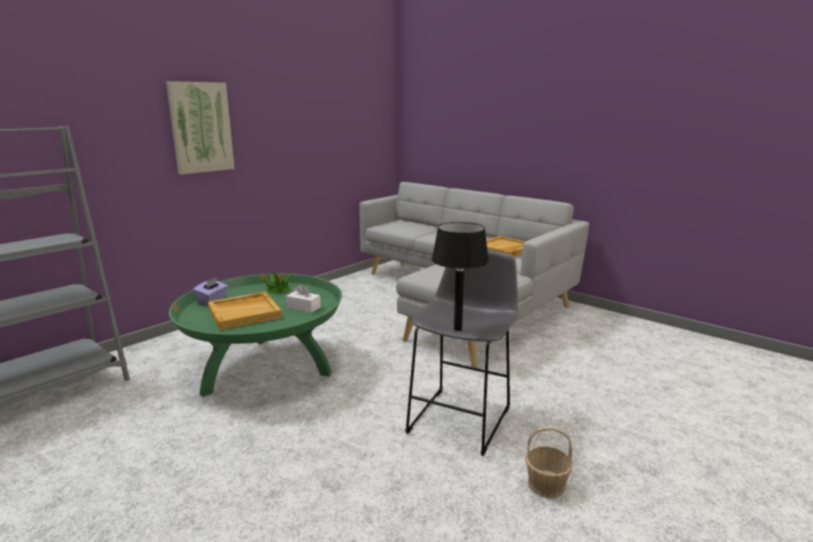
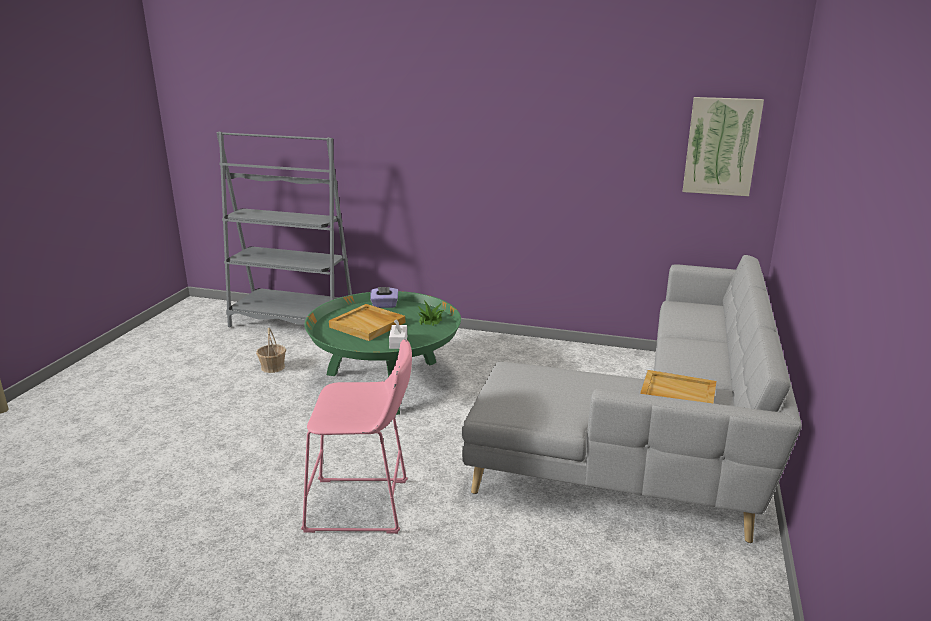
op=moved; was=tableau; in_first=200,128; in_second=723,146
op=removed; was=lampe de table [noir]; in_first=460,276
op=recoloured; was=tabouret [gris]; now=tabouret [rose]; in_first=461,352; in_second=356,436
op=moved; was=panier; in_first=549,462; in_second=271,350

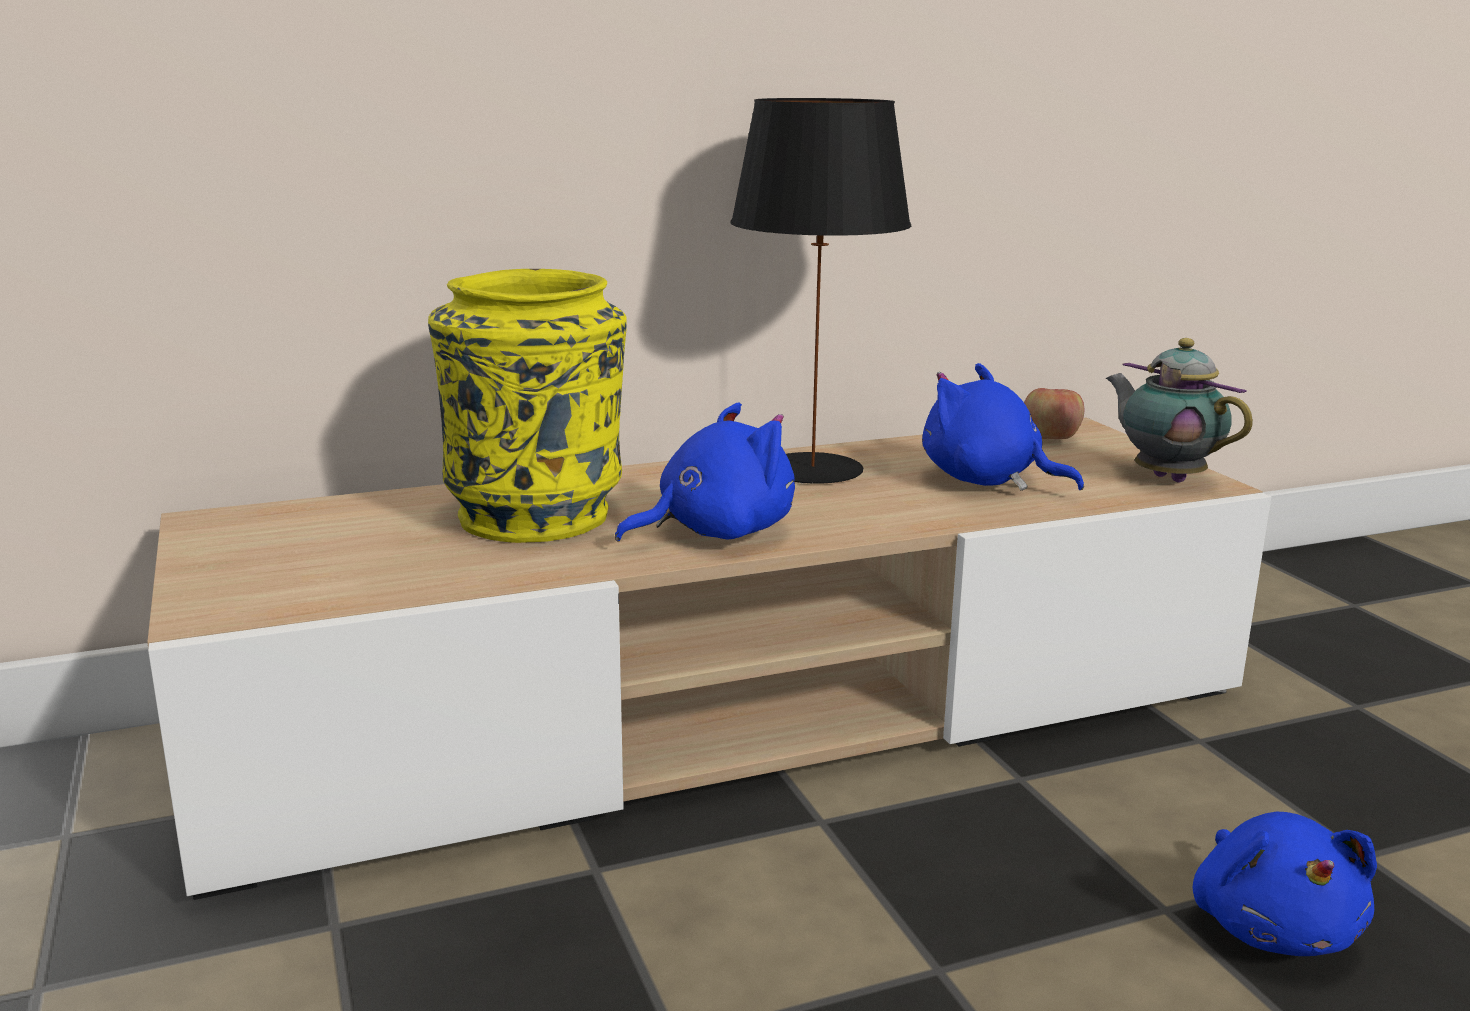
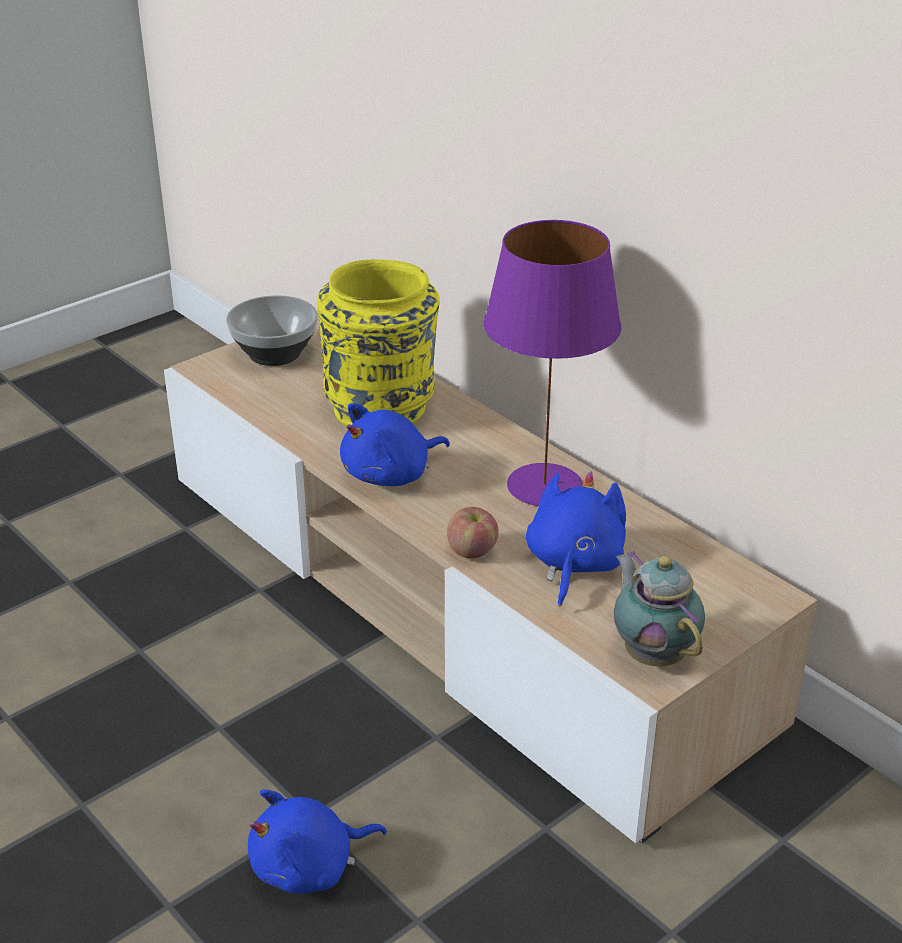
op=recoloured; was=lampe de table [noir]; now=lampe de table [violet]; in_first=820,291; in_second=552,363
op=turned; was=théière; in_first=1179,410; in_second=659,608; clockwise=-60
op=moved; was=pomme; in_first=1054,413; in_second=473,532
op=turned; was=peluche [bleu]; in_first=705,472; in_second=395,444; clockwise=105
op=added; now=bol; in_second=272,330

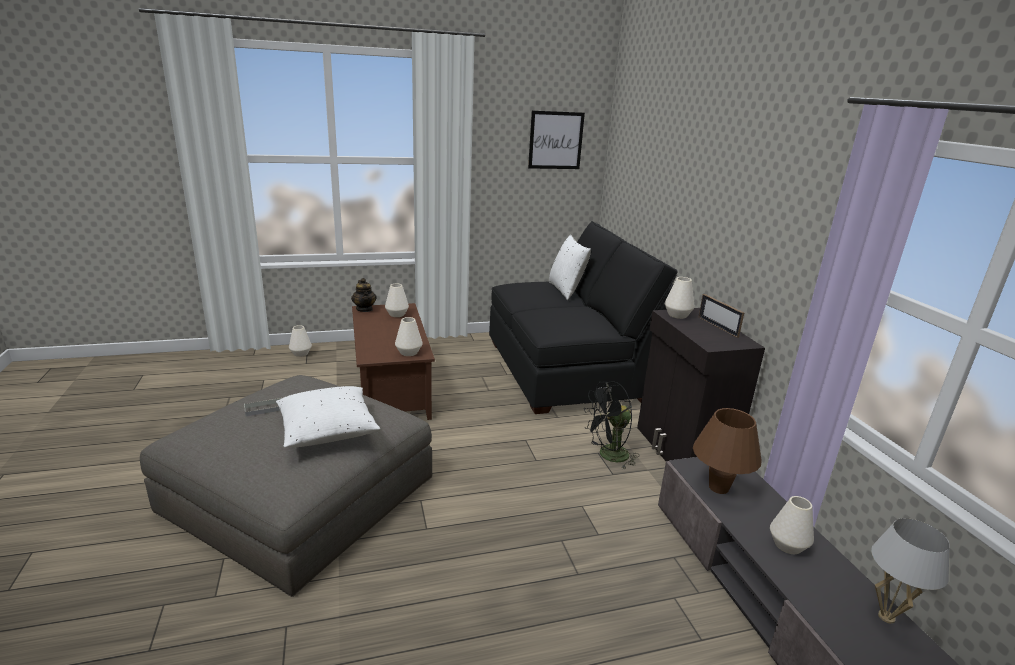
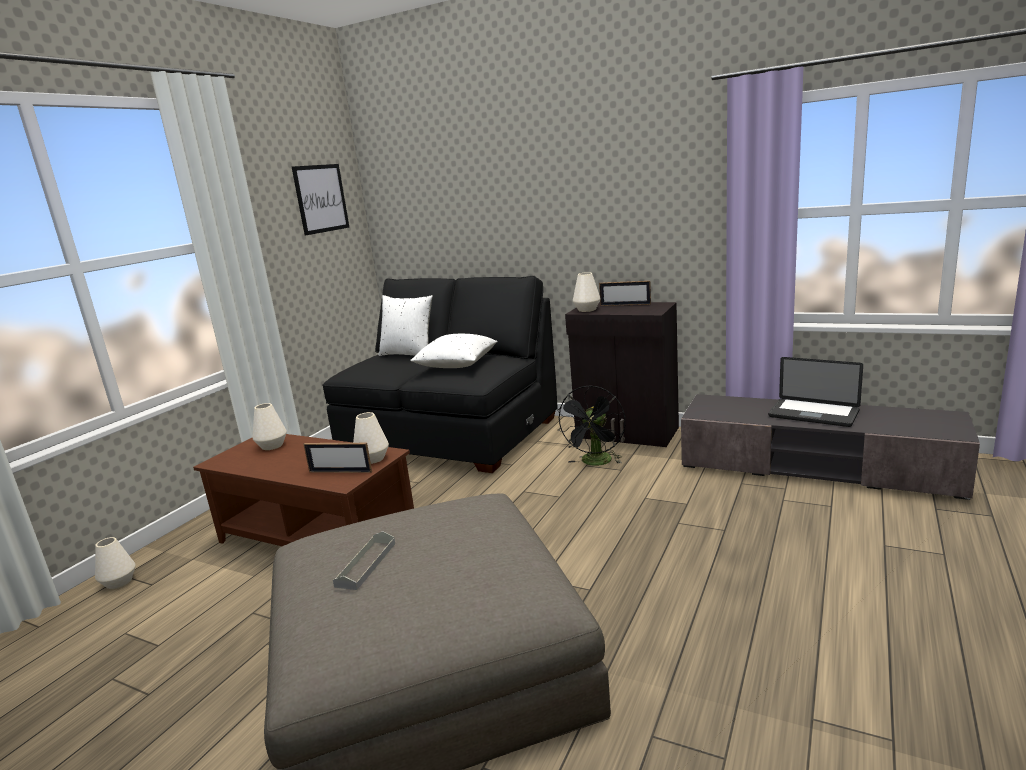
op=removed; was=théière; in_first=364,295
op=moved; was=coussin [blanc]; in_first=328,417; in_second=454,351
op=removed; was=lampe de table [marron]; in_first=727,451
op=replaced; was=vase [blanc]; now=ordinateur portable; in_first=792,525; in_second=815,392
op=removed; was=lampe de table [blanc]; in_first=910,571
op=added; now=cadre photo; in_second=337,458

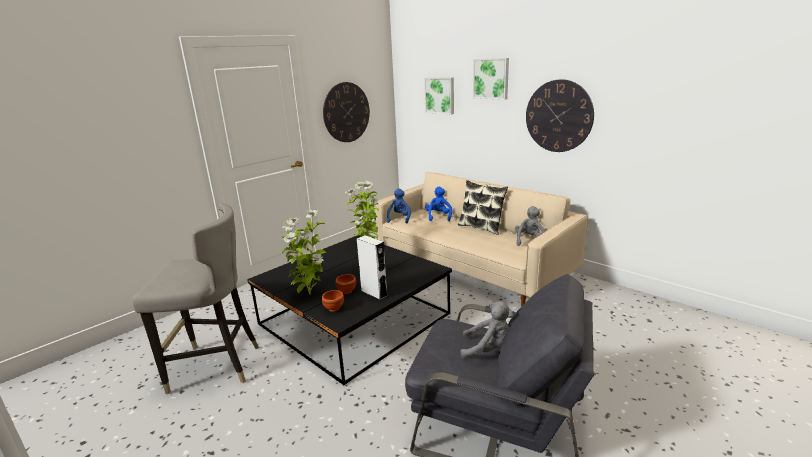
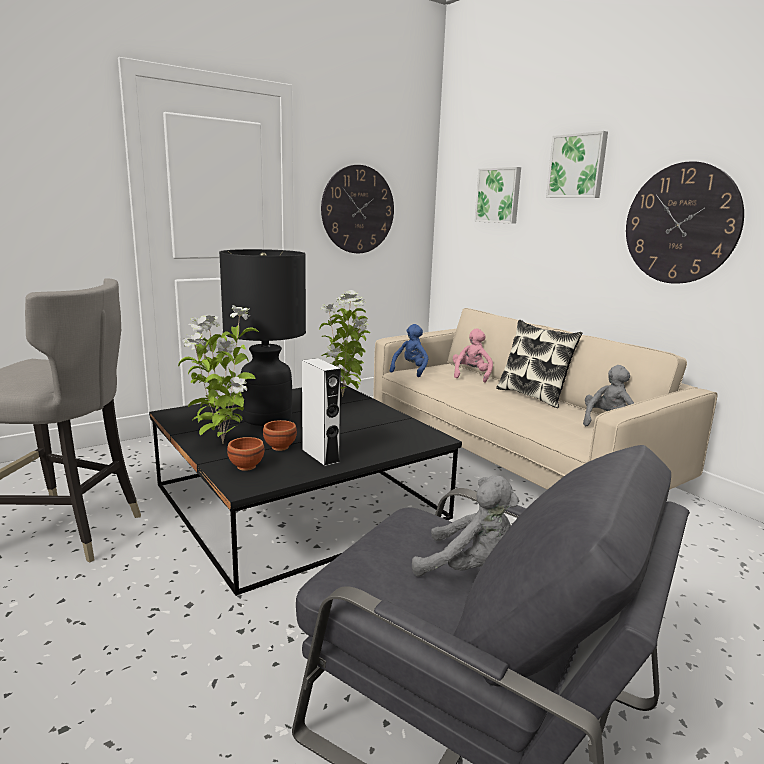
op=recoloured; was=peluche [bleu]; now=peluche [rose]; in_first=438,204; in_second=473,355
op=added; now=lampe de table [noir]; in_second=262,337

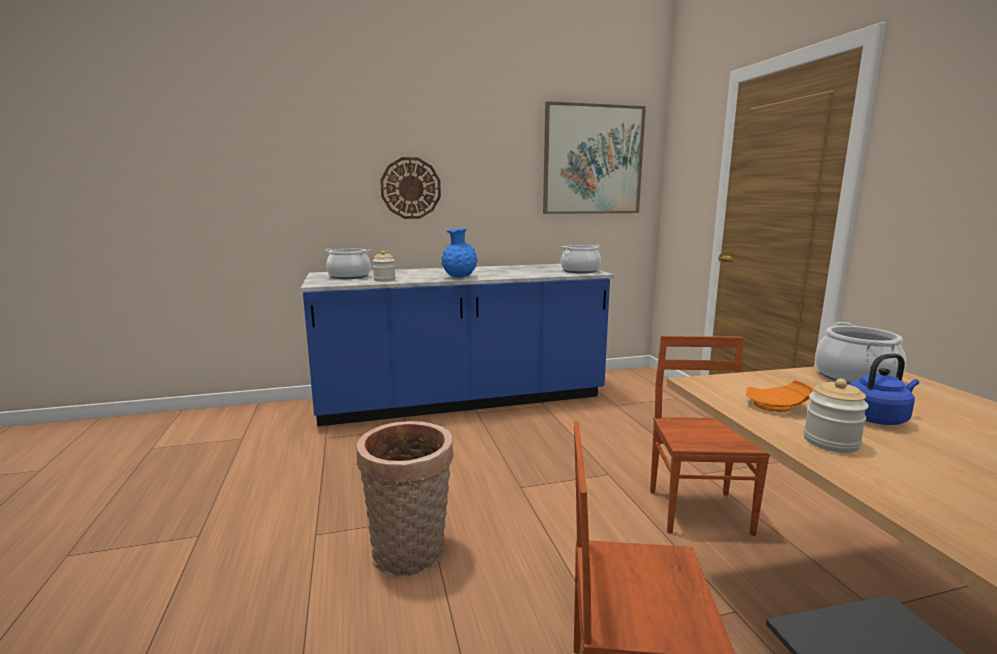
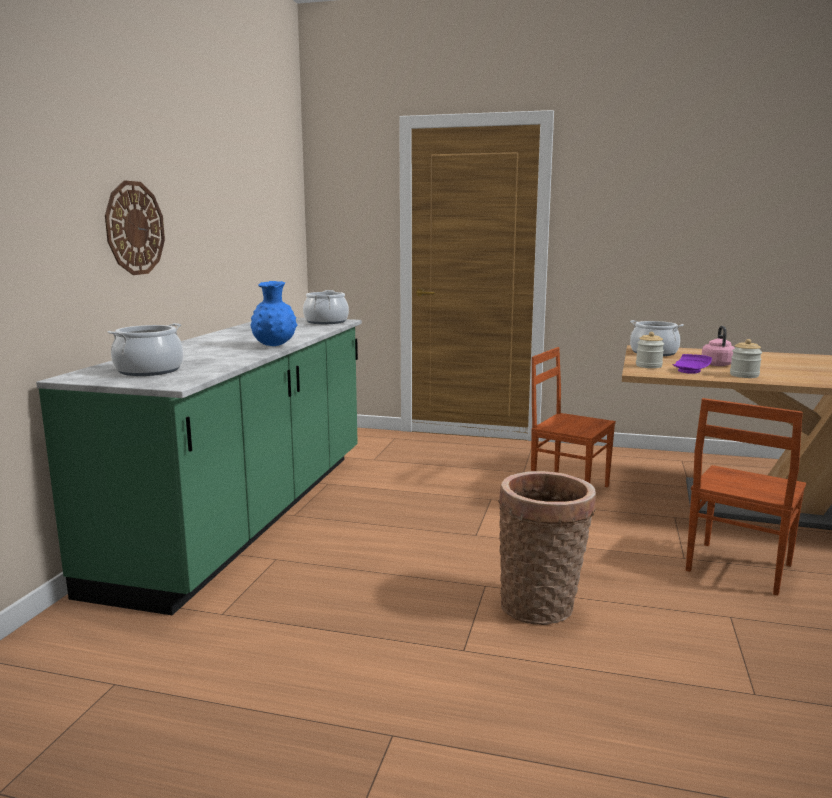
op=removed; was=tableau; in_first=594,157
op=moved; was=bocal; in_first=384,266; in_second=650,350
op=recoloured; was=comptoir de cuisine [bleu]; now=comptoir de cuisine [vert]; in_first=457,345; in_second=199,466
op=recoloured; was=bouilloire [bleu]; now=bouilloire [rose]; in_first=884,389; in_second=718,346
op=recoloured; was=assiette [orange]; now=assiette [violet]; in_first=780,396; in_second=692,364

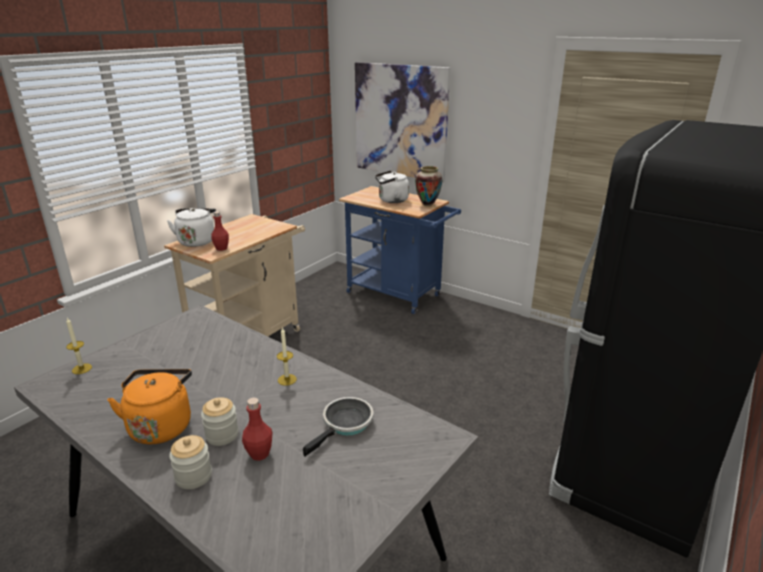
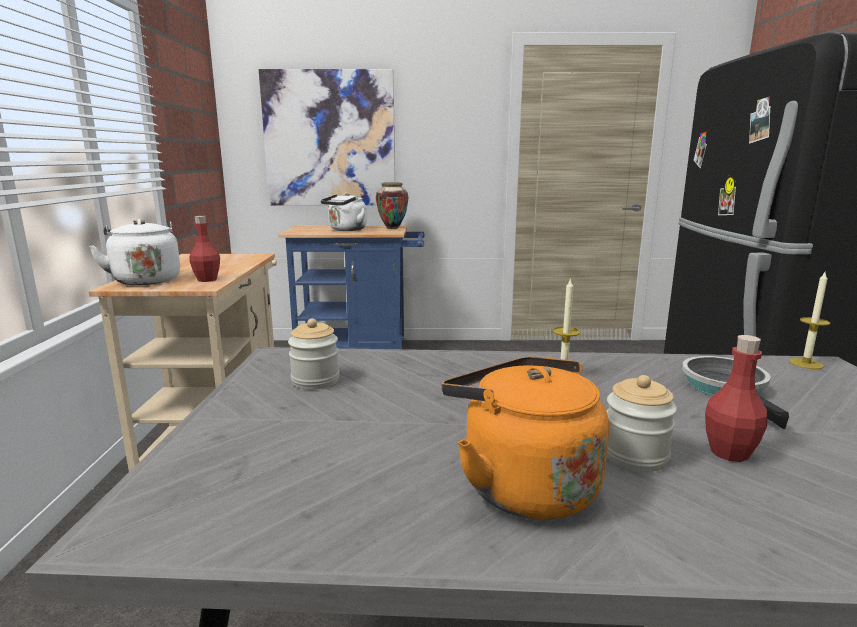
op=moved; was=bougie; in_first=79,346; in_second=809,319
op=moved; was=bocal; in_first=190,462; in_second=313,353

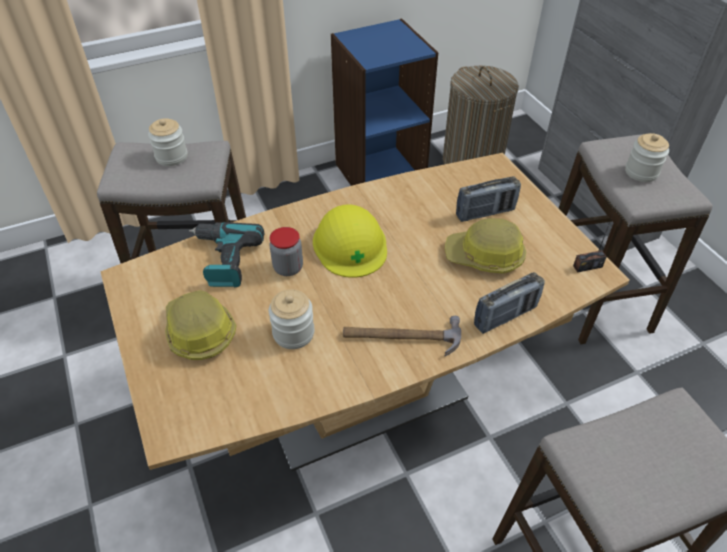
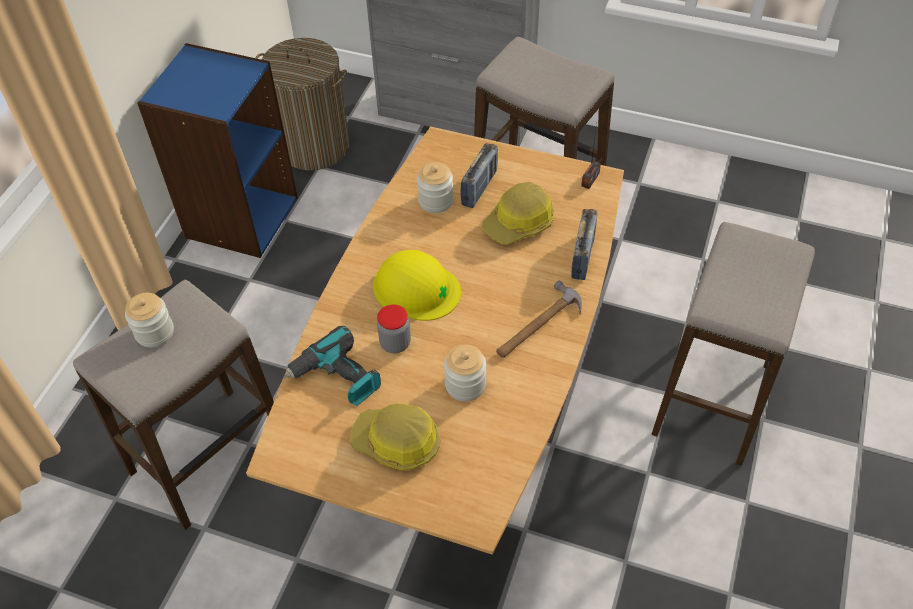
op=moved; was=bocal; in_first=647,157; in_second=435,187

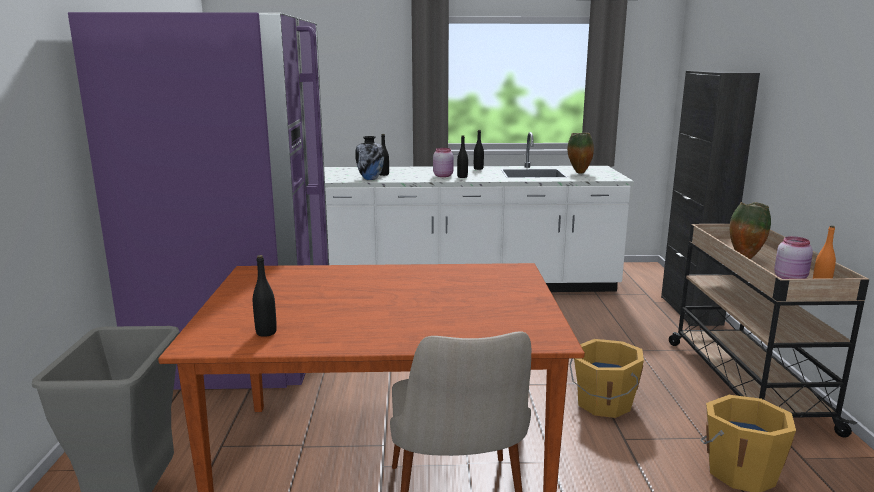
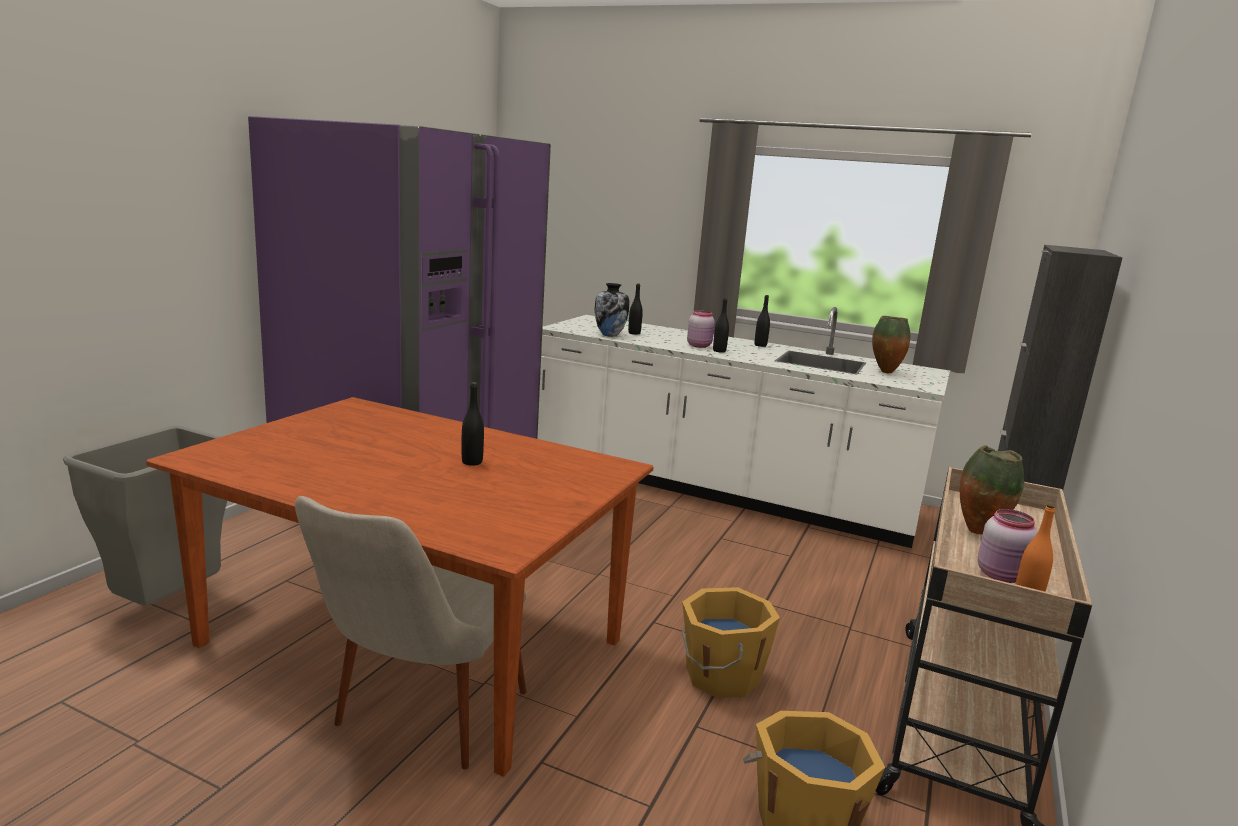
op=moved; was=bouteille [noir]; in_first=265,296; in_second=473,424

